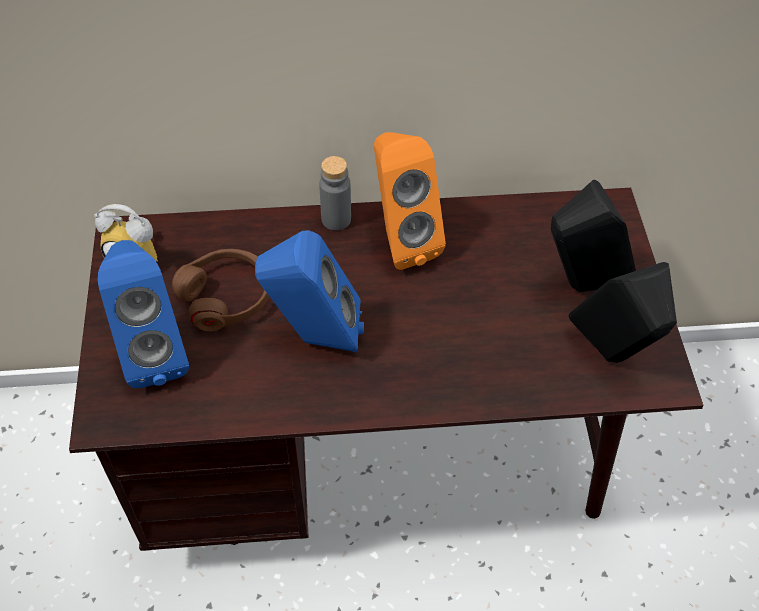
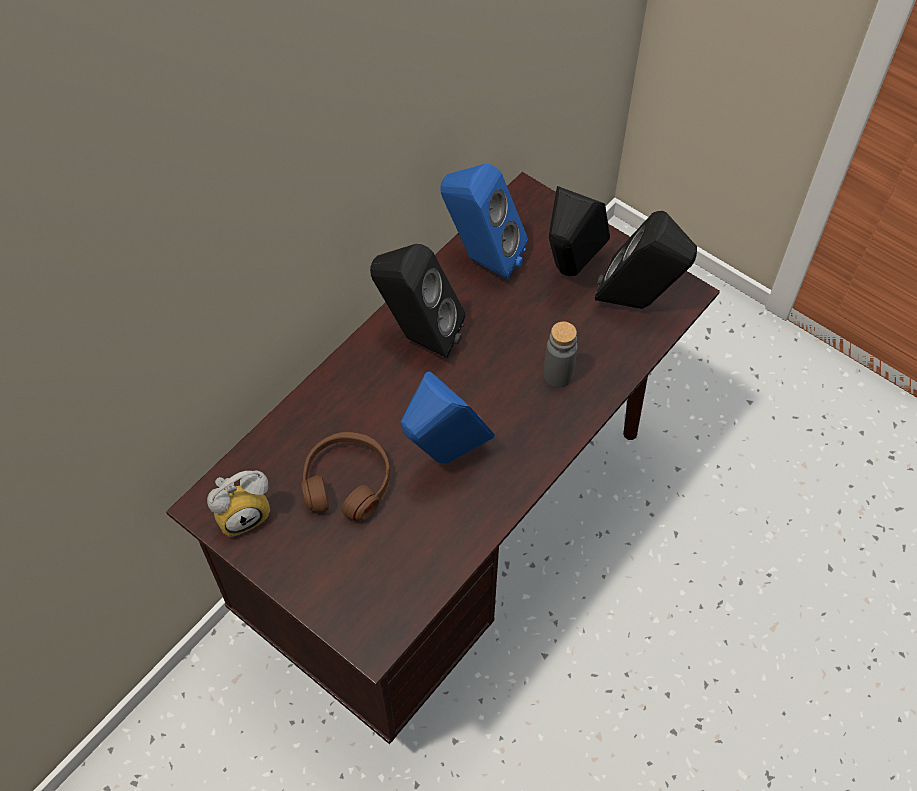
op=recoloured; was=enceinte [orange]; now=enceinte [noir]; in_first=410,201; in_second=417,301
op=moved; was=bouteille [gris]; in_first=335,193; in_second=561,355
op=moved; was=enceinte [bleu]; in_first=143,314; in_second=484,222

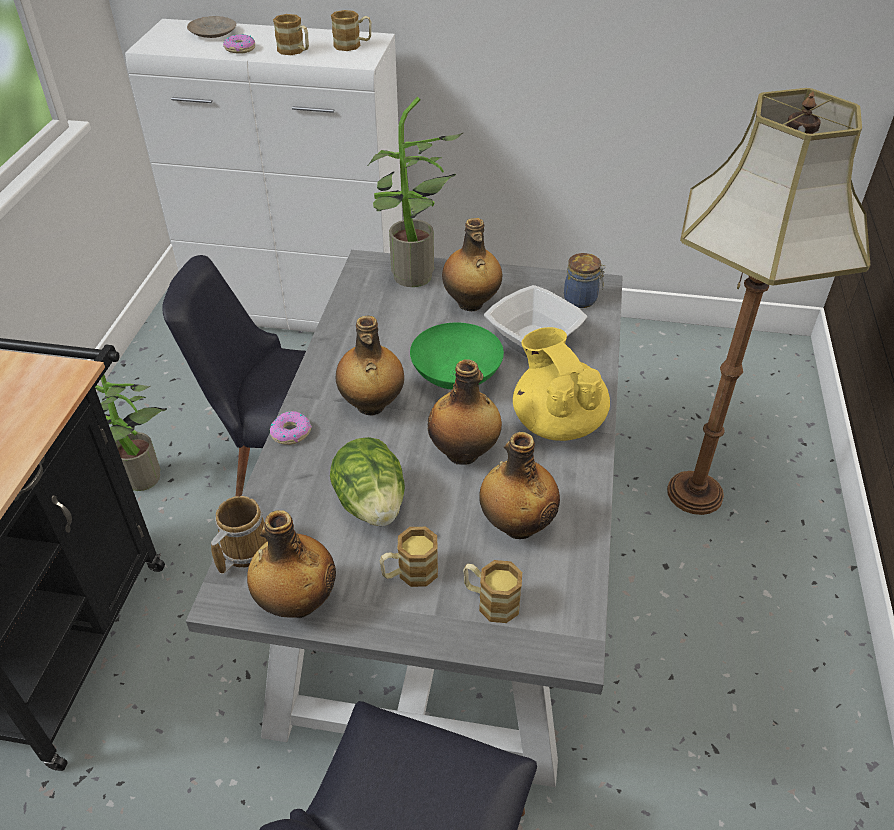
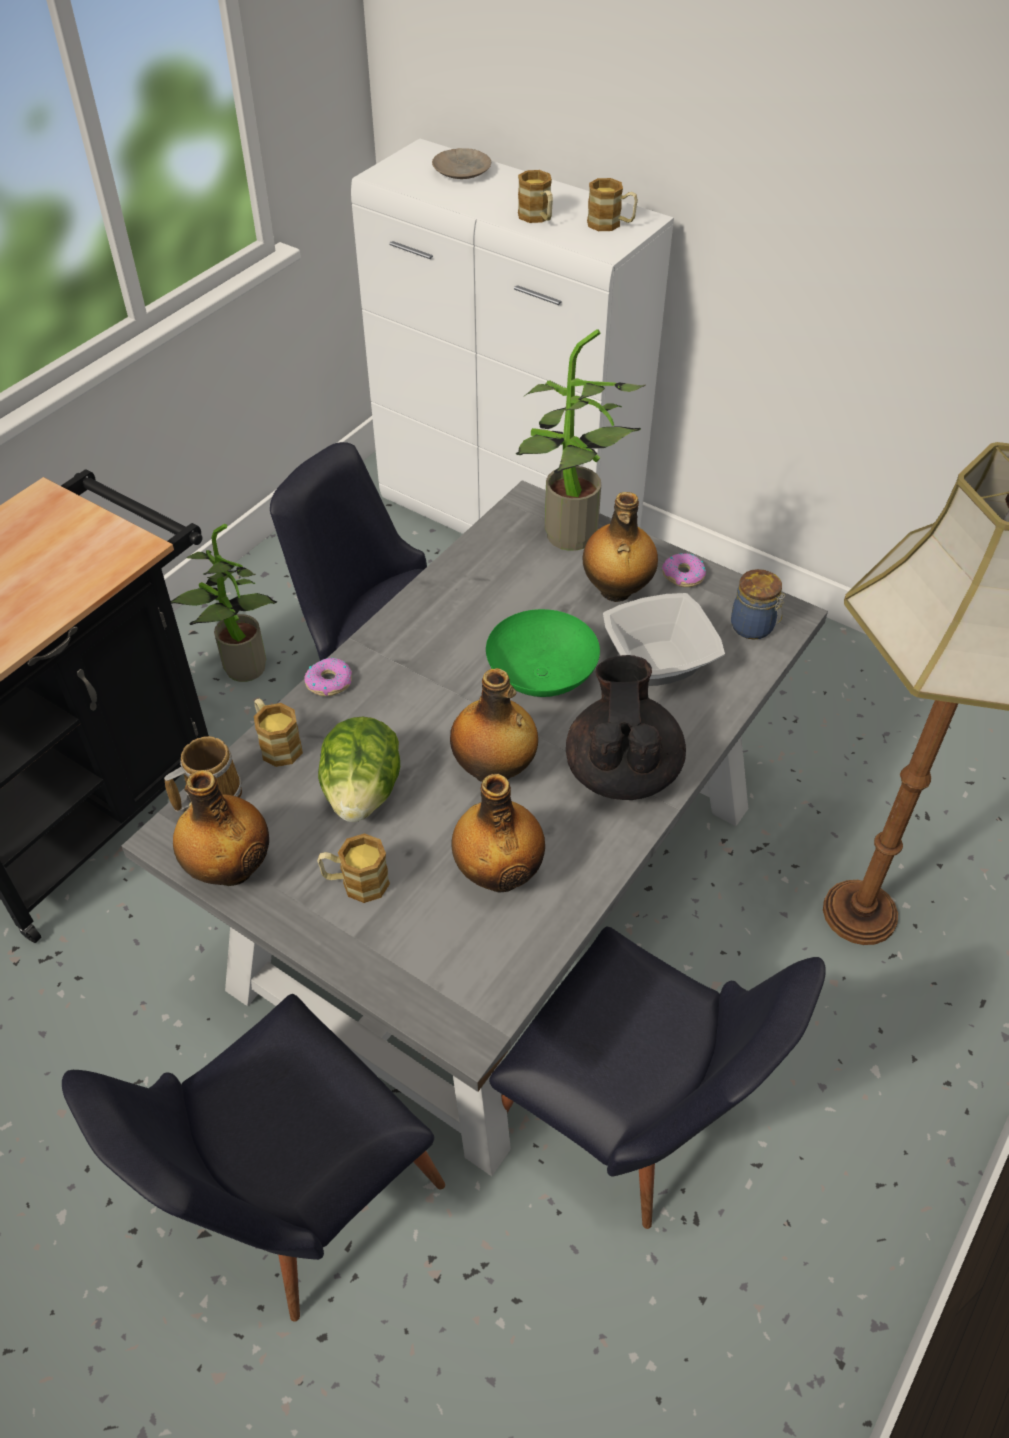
op=moved; was=beignet; in_first=239,44; in_second=684,570
op=removed; was=bouteille; in_first=370,366
op=recoloured; was=théière [jaune]; now=théière [noir]; in_first=561,384; in_second=626,727
op=moved; was=mug; in_first=492,591; in_second=278,733
op=added; now=chaise [noir]; in_second=657,1077

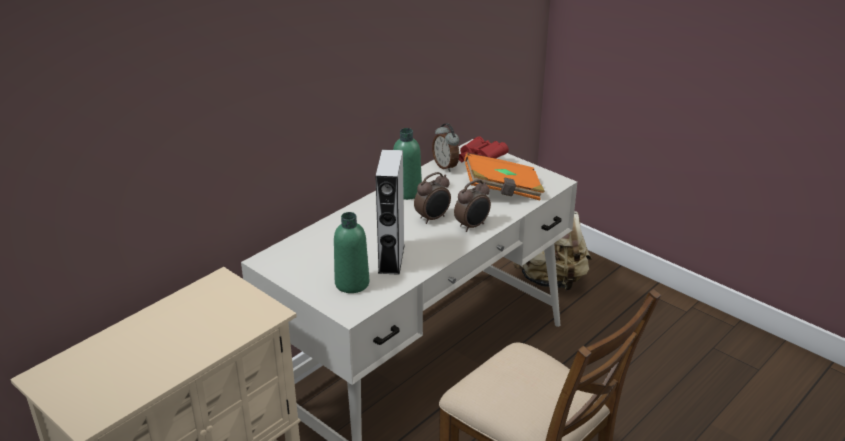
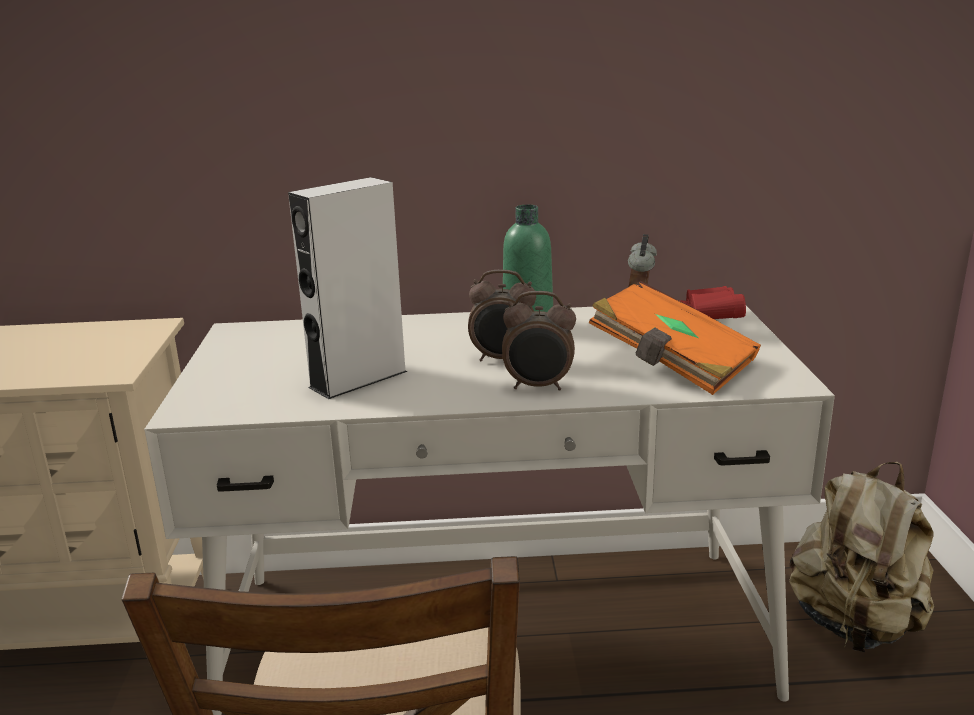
op=removed; was=bouteille [vert]; in_first=351,252

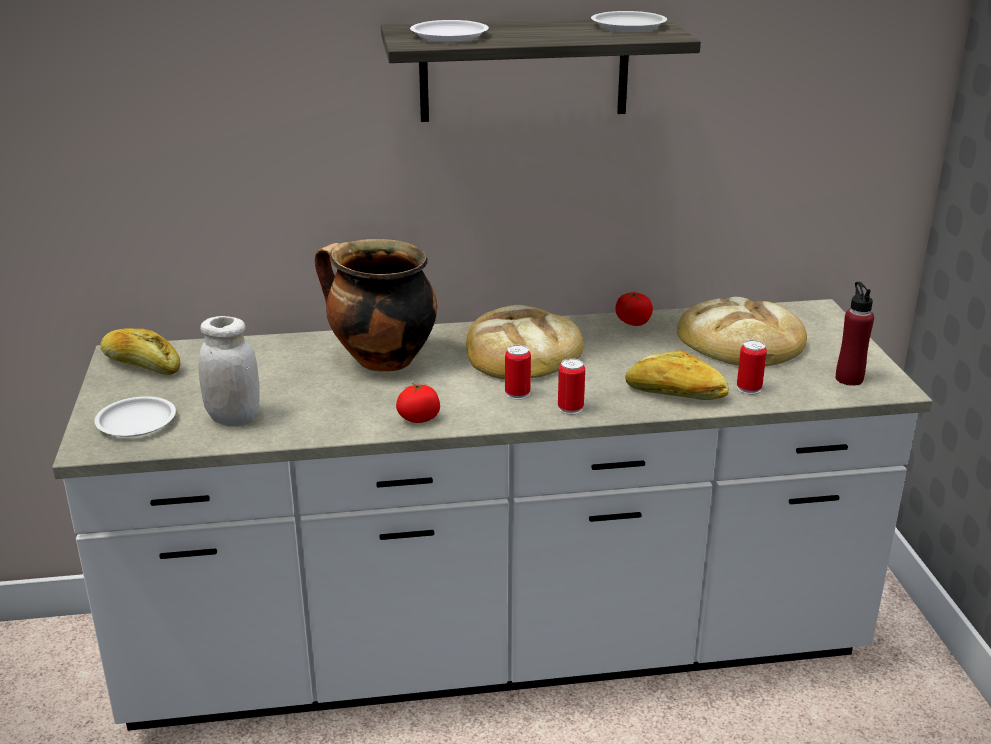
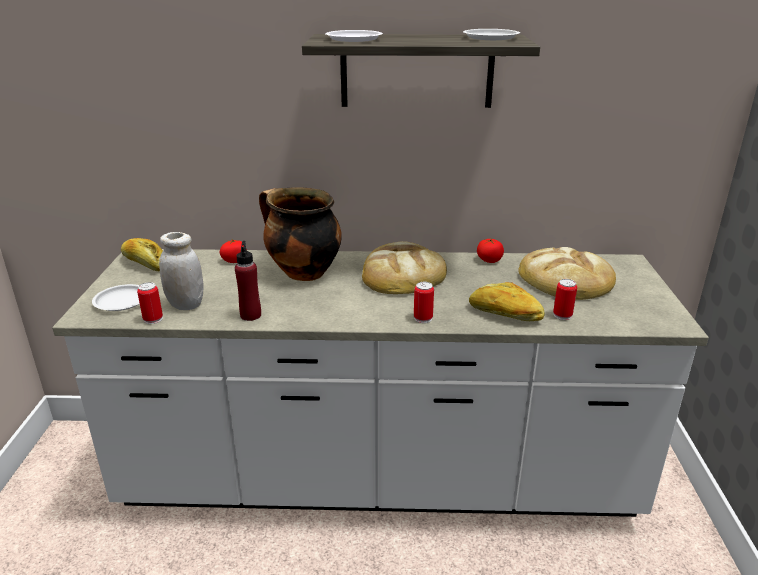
op=moved; was=bouteille [rouge]; in_first=855,334; in_second=248,281
op=moved; was=boîte métallique; in_first=518,372; in_second=150,303
op=moved; was=tomate; in_first=418,402; in_second=233,251

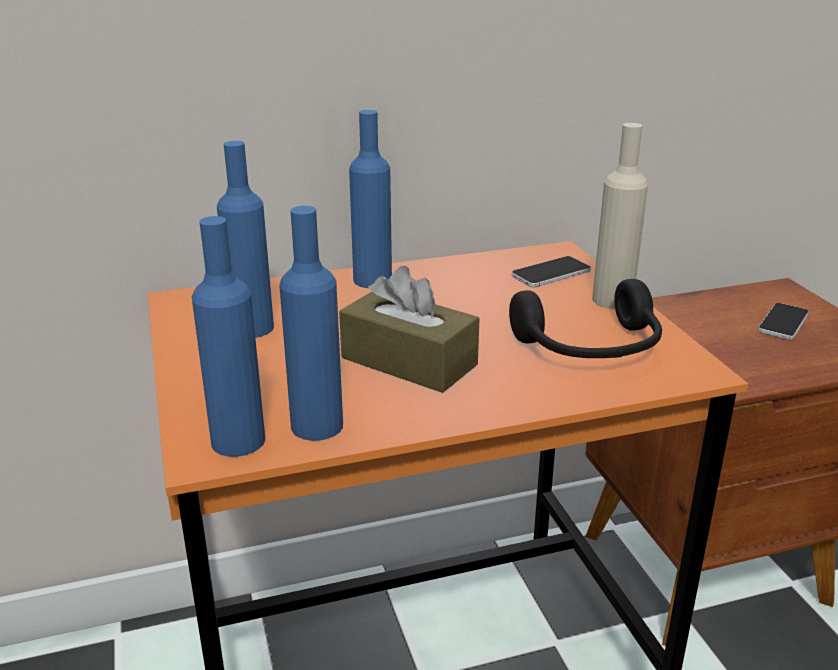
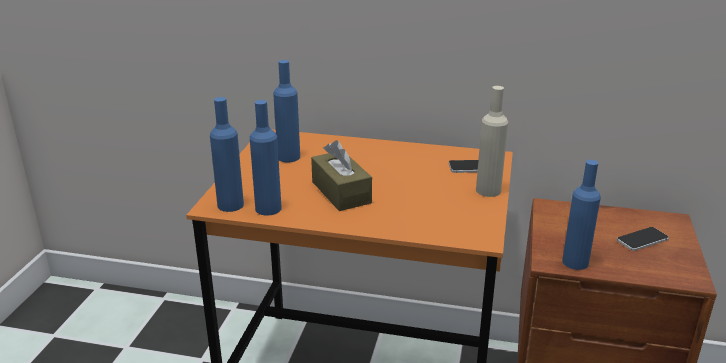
op=moved; was=bouteille [bleu]; in_first=370,199; in_second=581,215
op=removed; was=casque audio [noir]; in_first=585,318

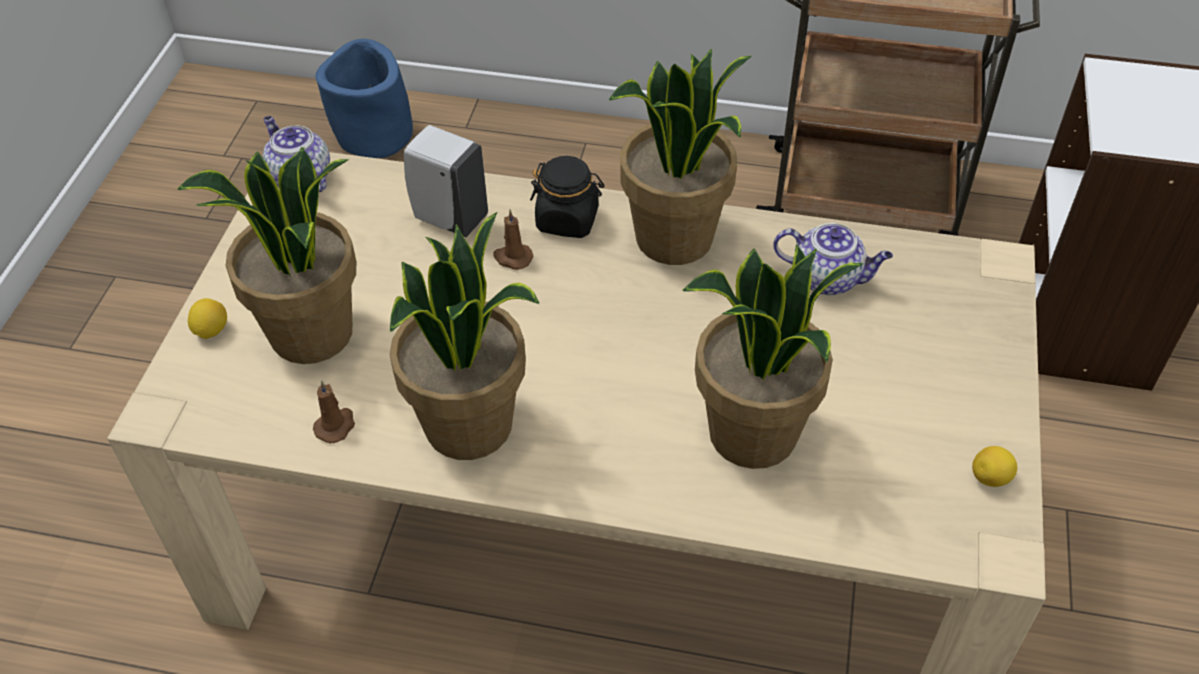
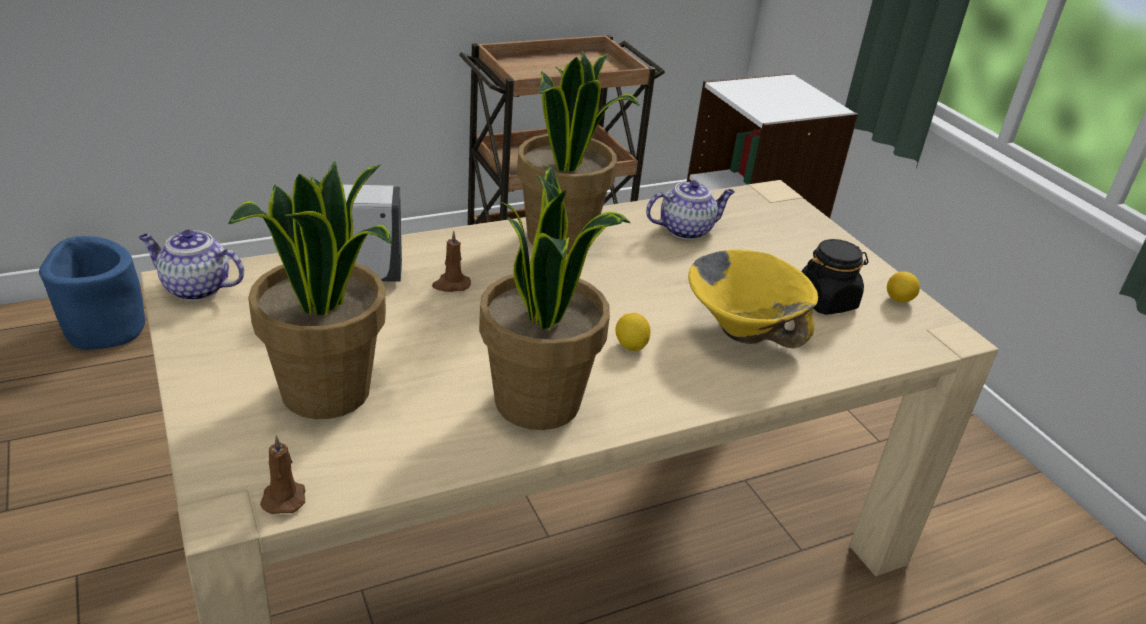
op=moved; was=bocal [noir]; in_first=567,197; in_second=834,277
op=replaced; was=plante en pot; now=bol [jaune]; in_first=773,356; in_second=753,299
op=moved; was=citron; in_first=207,318; in_second=632,332
op=moved; was=bougie [marron]; in_first=334,411; in_second=282,474

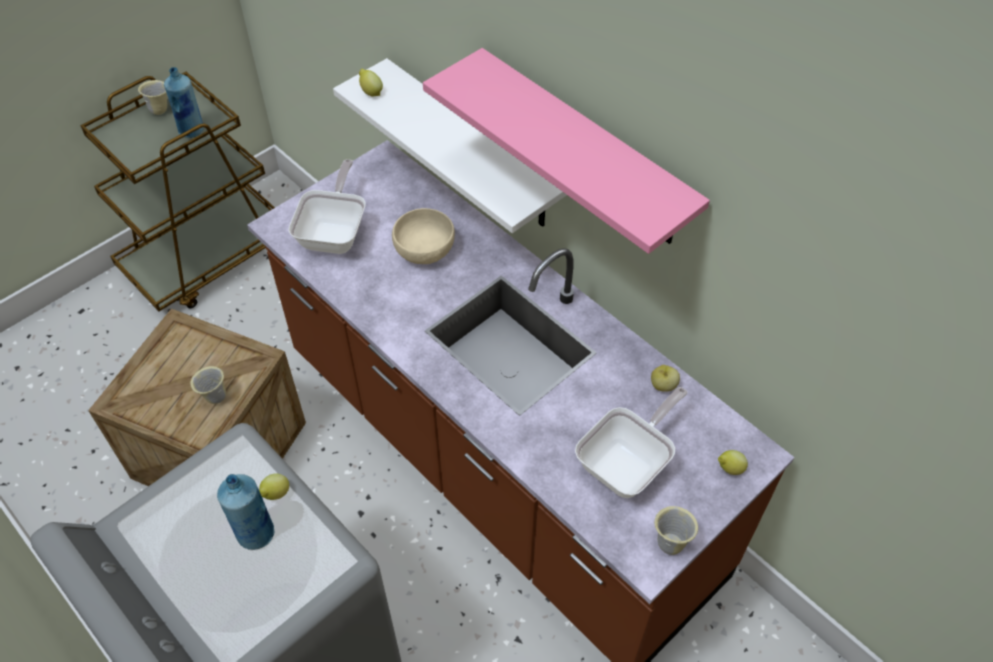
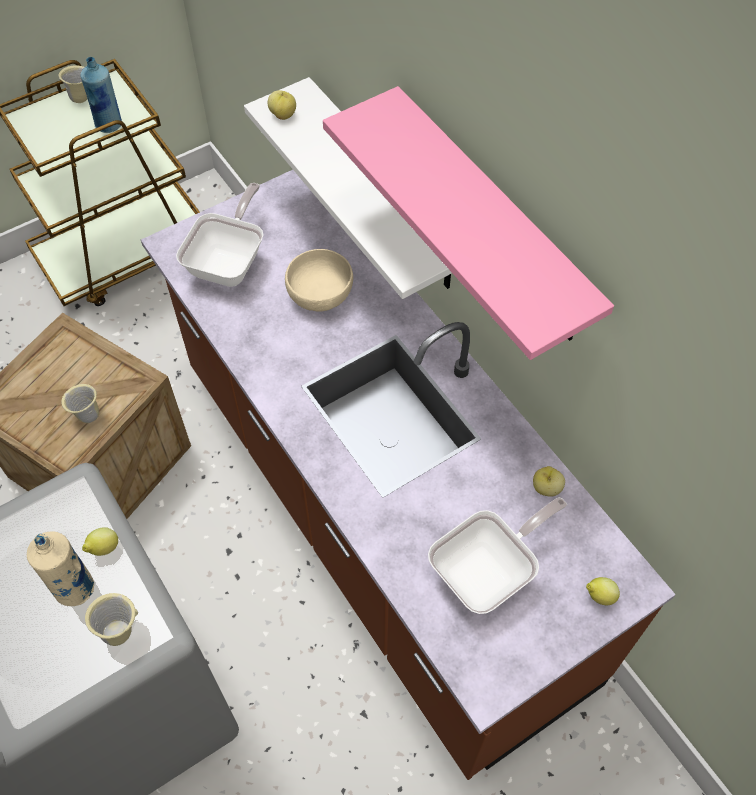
op=replaced; was=citron; now=pomme; in_first=371,82; in_second=282,105
op=recoloured; was=bouteille [bleu]; now=bouteille [beige]; in_first=245,512; in_second=60,568
op=moved; was=mug [beige]; in_first=676,530; in_second=111,619

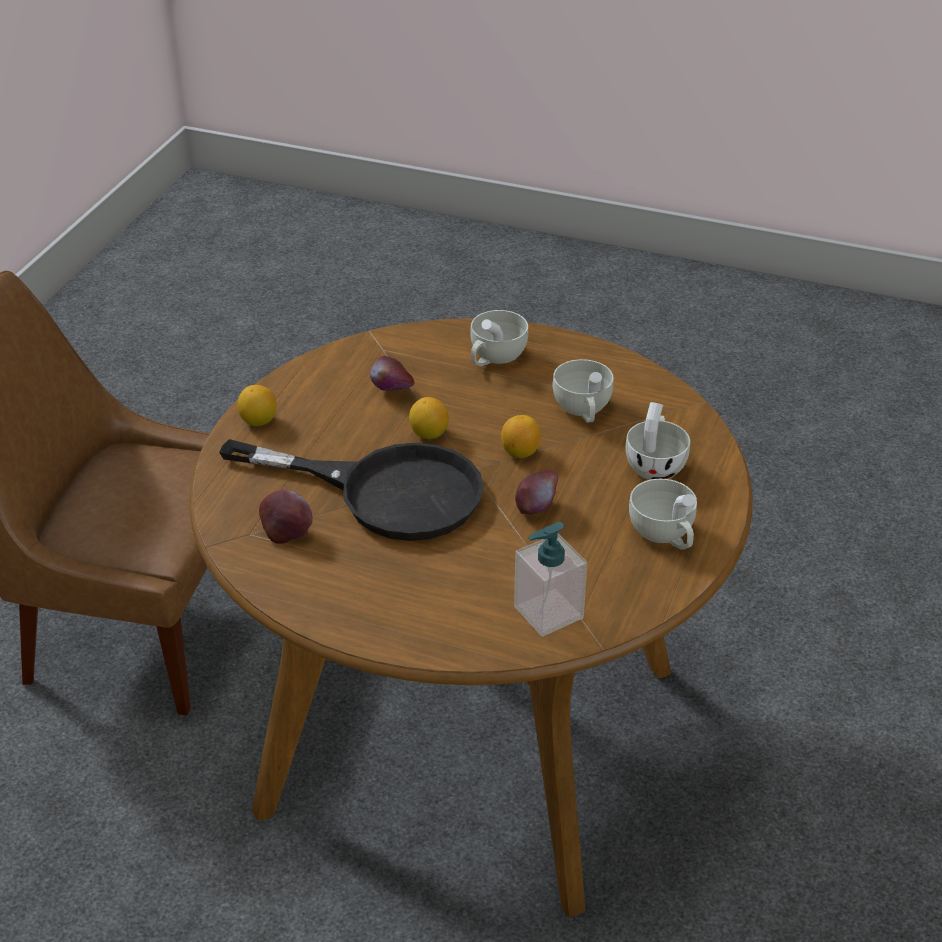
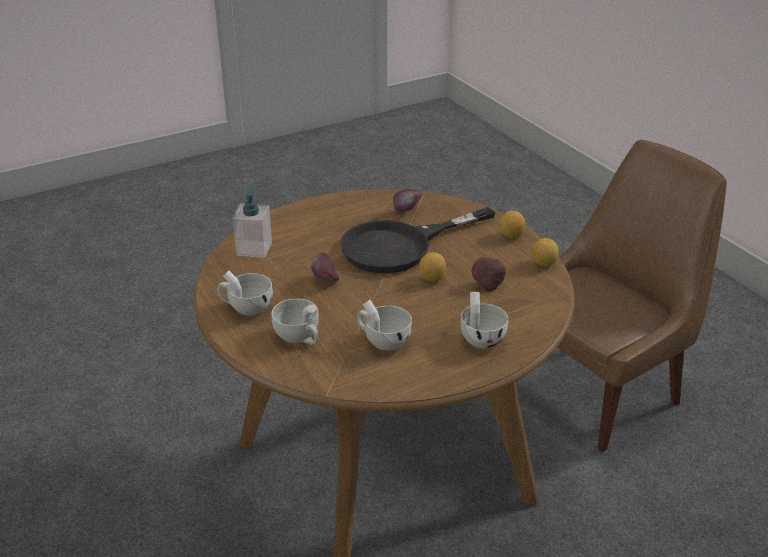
op=moved; was=citron; in_first=520,436; in_second=545,252

